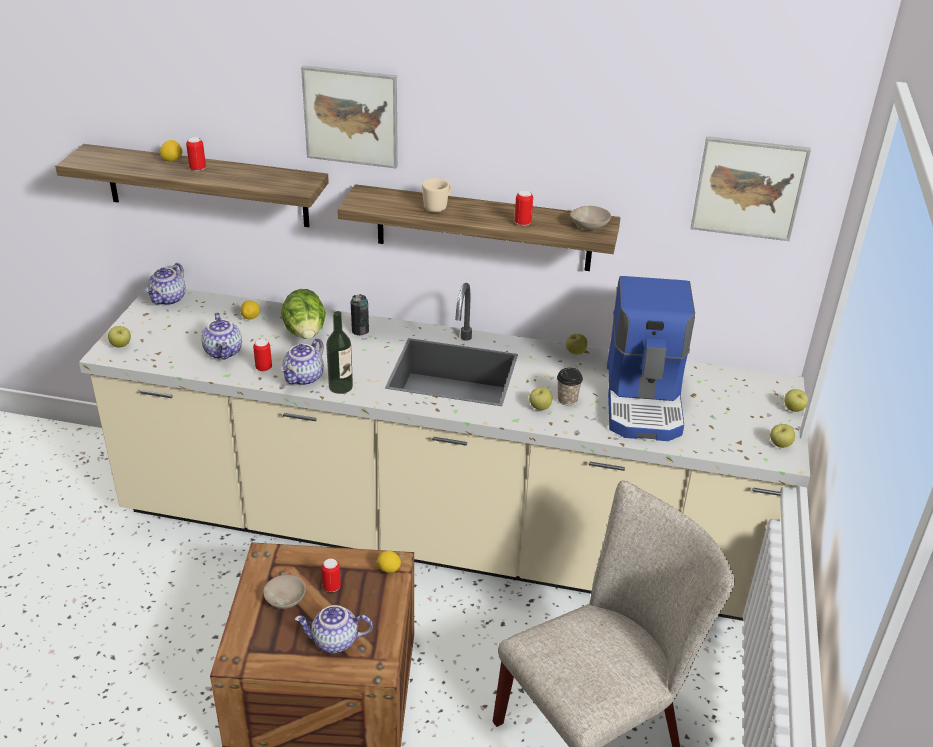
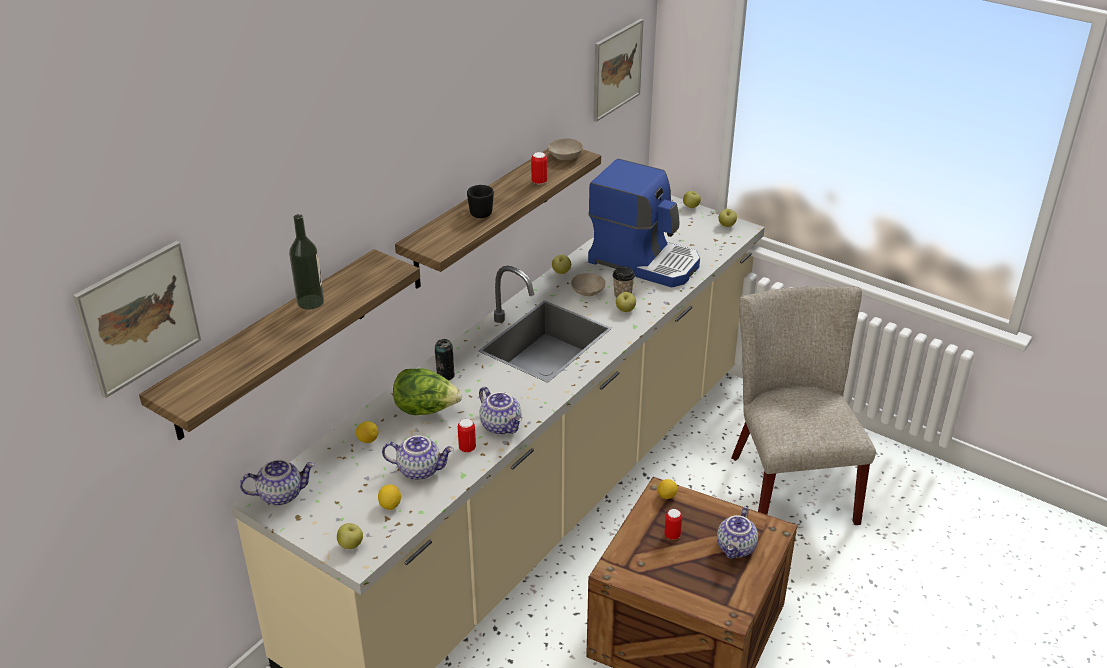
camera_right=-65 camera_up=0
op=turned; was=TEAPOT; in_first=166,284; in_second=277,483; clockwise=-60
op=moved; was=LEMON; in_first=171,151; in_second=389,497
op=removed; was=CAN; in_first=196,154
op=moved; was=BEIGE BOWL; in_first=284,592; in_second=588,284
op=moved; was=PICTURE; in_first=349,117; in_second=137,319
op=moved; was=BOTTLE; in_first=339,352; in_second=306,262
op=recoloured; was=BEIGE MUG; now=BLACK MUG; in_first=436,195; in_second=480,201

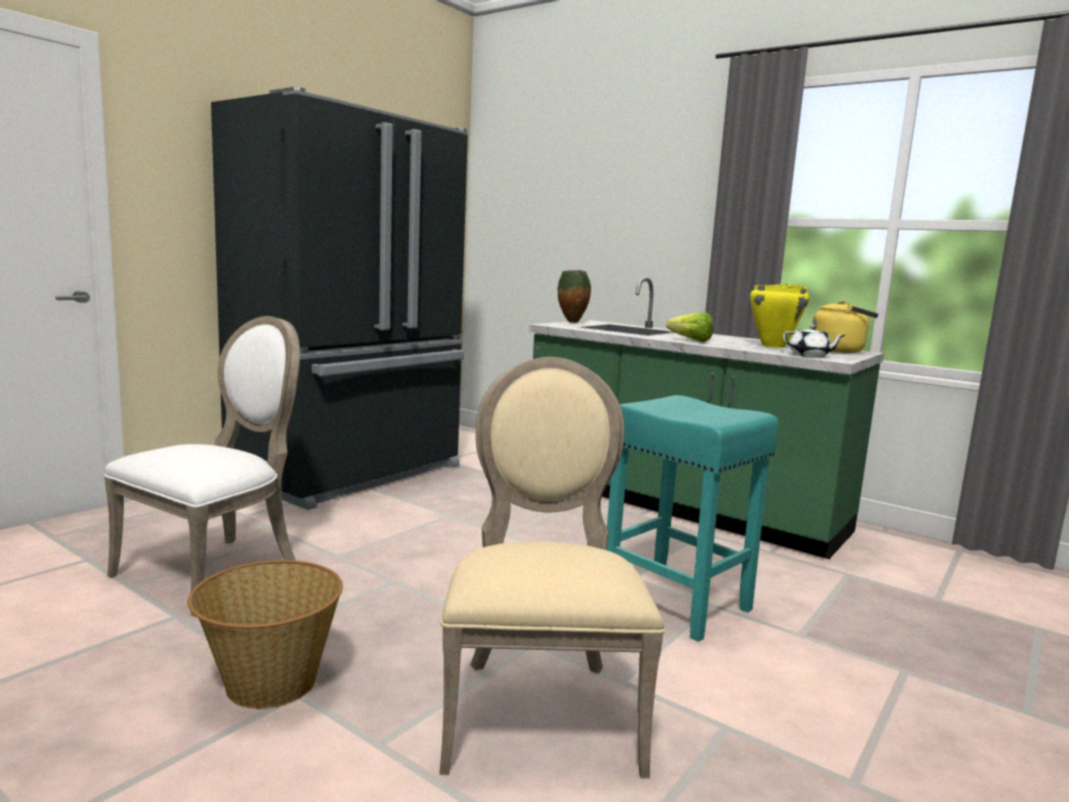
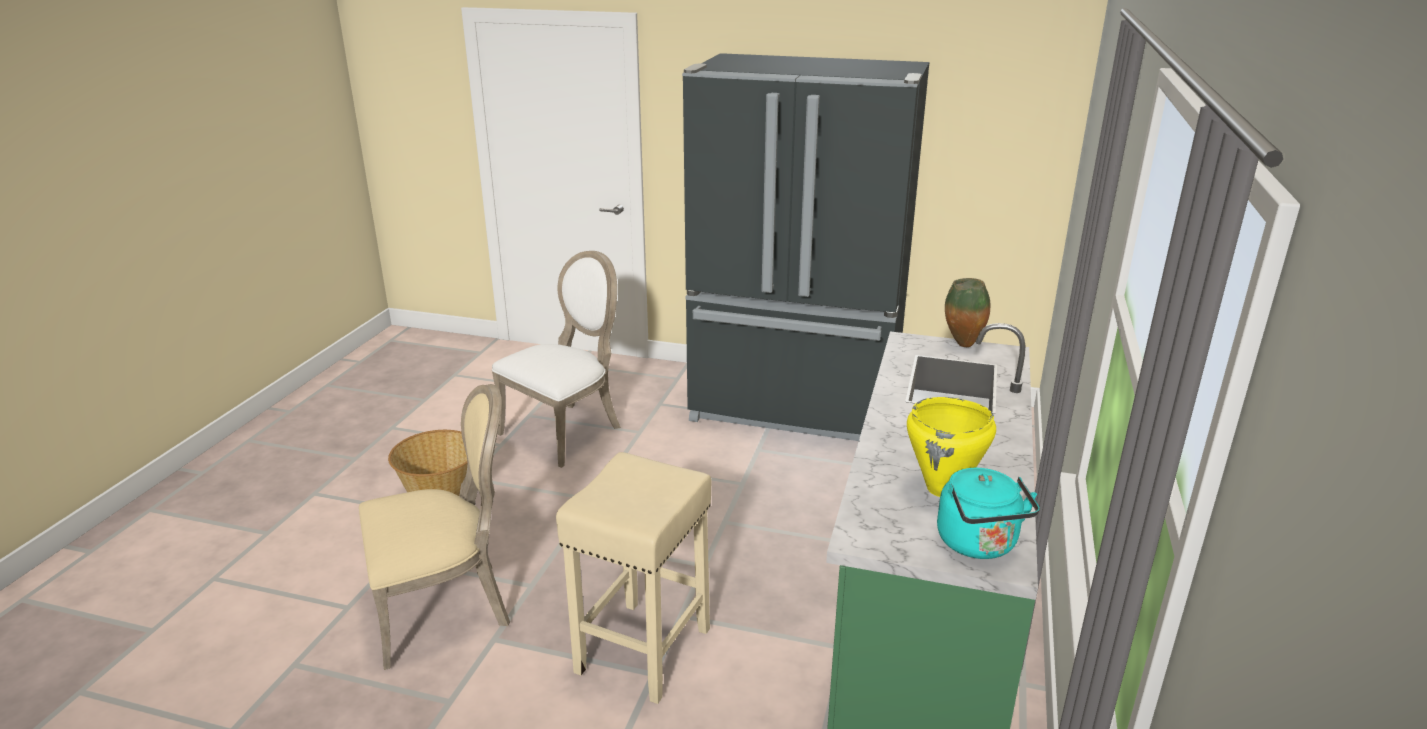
camera_right=70 camera_up=15
op=turned; was=WHITE CHAIR; in_first=202,466; in_second=556,359; clockwise=-60
op=recoloured; was=TURQUOISE STOOL; now=BEIGE STOOL; in_first=692,518; in_second=634,578
op=removed; was=LETTUCE; in_first=689,327
op=removed; was=WHITE TEAPOT; in_first=814,341
op=recoloured; was=YELLOW KETTLE; now=TURQUOISE KETTLE; in_first=845,326; in_second=988,513

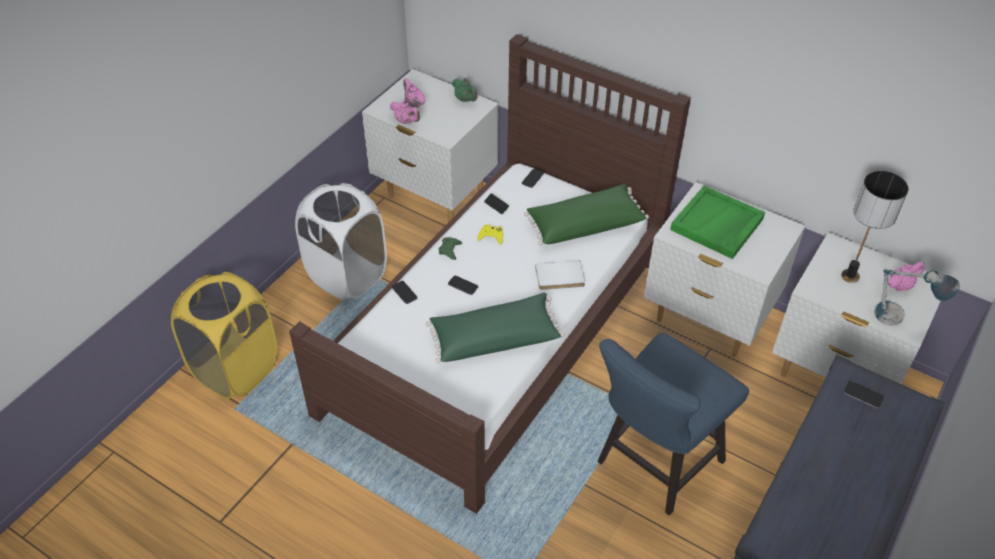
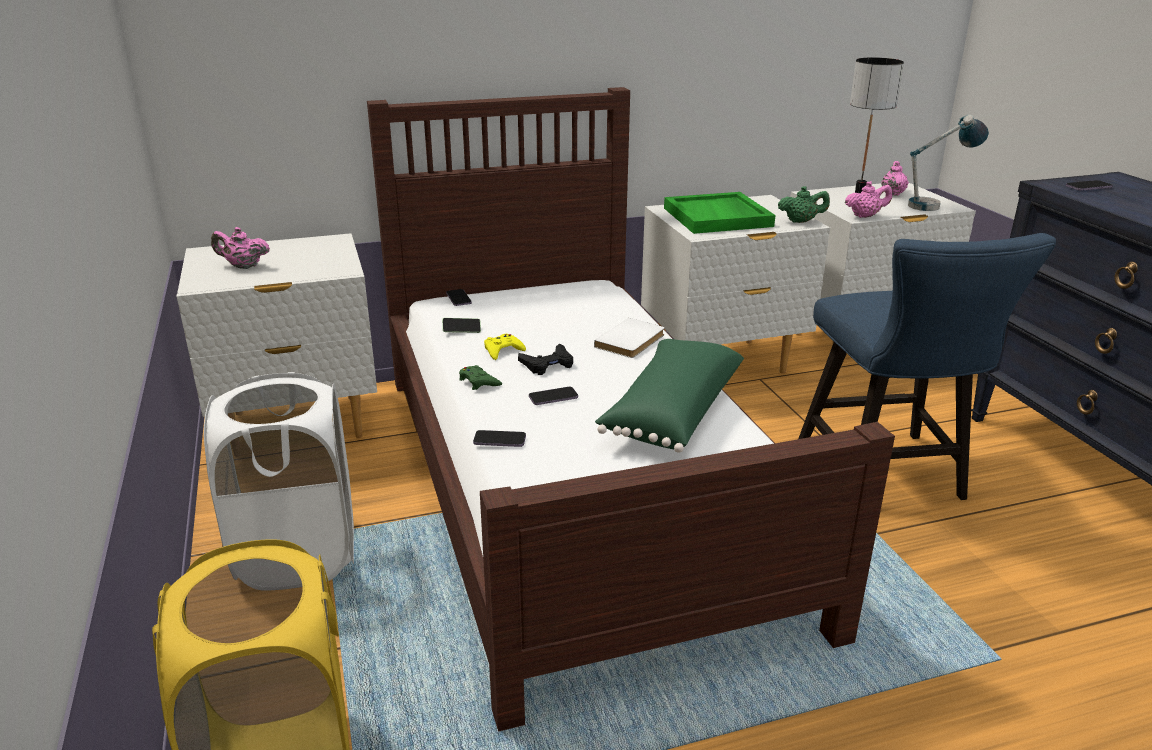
camera_right=-50 camera_up=-20
op=moved; was=PINK TEAPOT; in_first=405,111; in_second=868,199
op=moved; was=GREEN TEAPOT; in_first=464,90; in_second=804,204
op=removed; was=GREEN PILLOW; in_first=586,214
op=added; now=BLACK GAME CONTROLLER; in_second=545,359

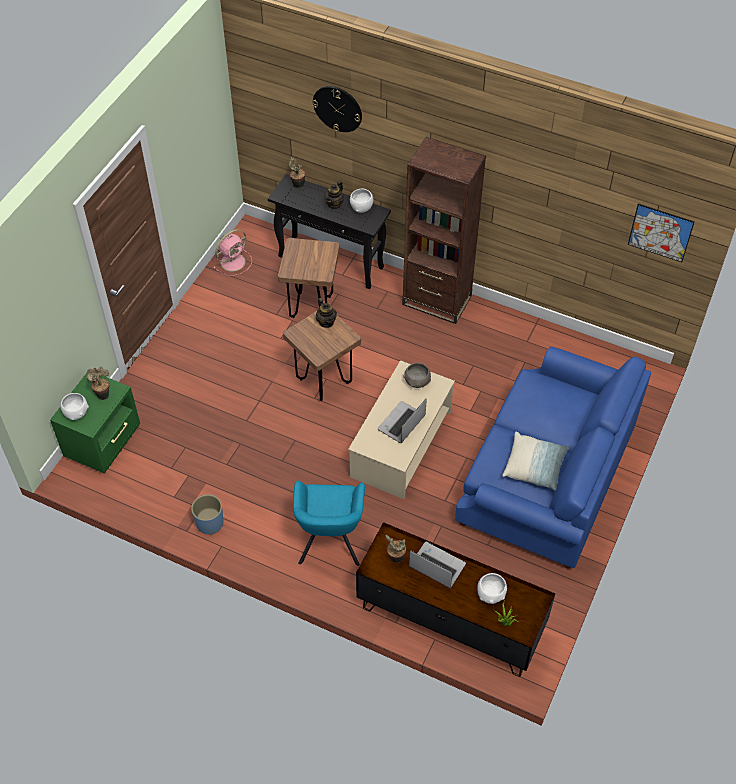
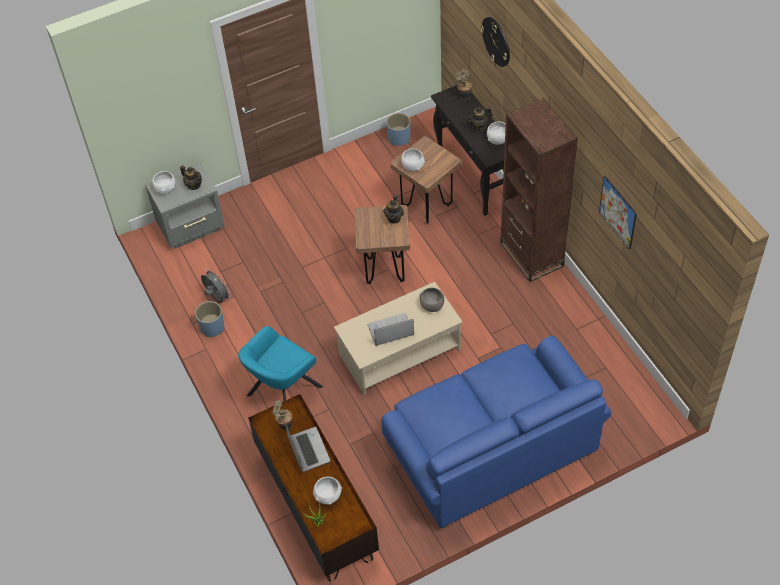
camera_right=40 camera_up=0
op=recoloured; was=GREEN NIGHTSTAND; now=GREY NIGHTSTAND; in_first=95,423; in_second=185,205
op=replaced; was=POTTED PLANT; now=TEAPOT; in_first=97,383; in_second=191,177
op=replaced; was=PINK FAN; now=BLUE PLANTER; in_first=232,252; in_second=398,129
op=removed; was=PILLOW; in_first=536,461
op=moved; was=PICTURE; in_first=661,233; in_second=618,213
op=added; now=GREY FAN; in_second=216,286
op=added; now=WHITE BOWL; in_second=413,160

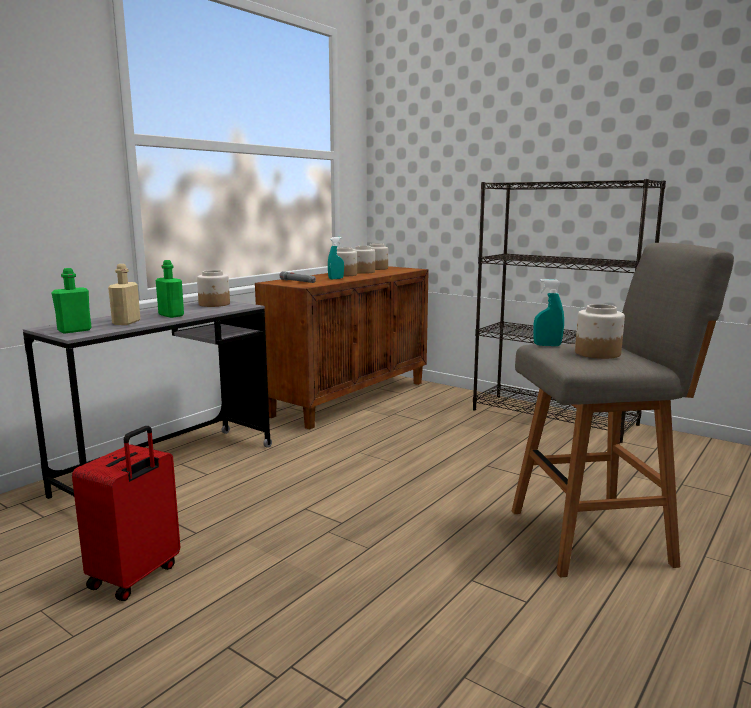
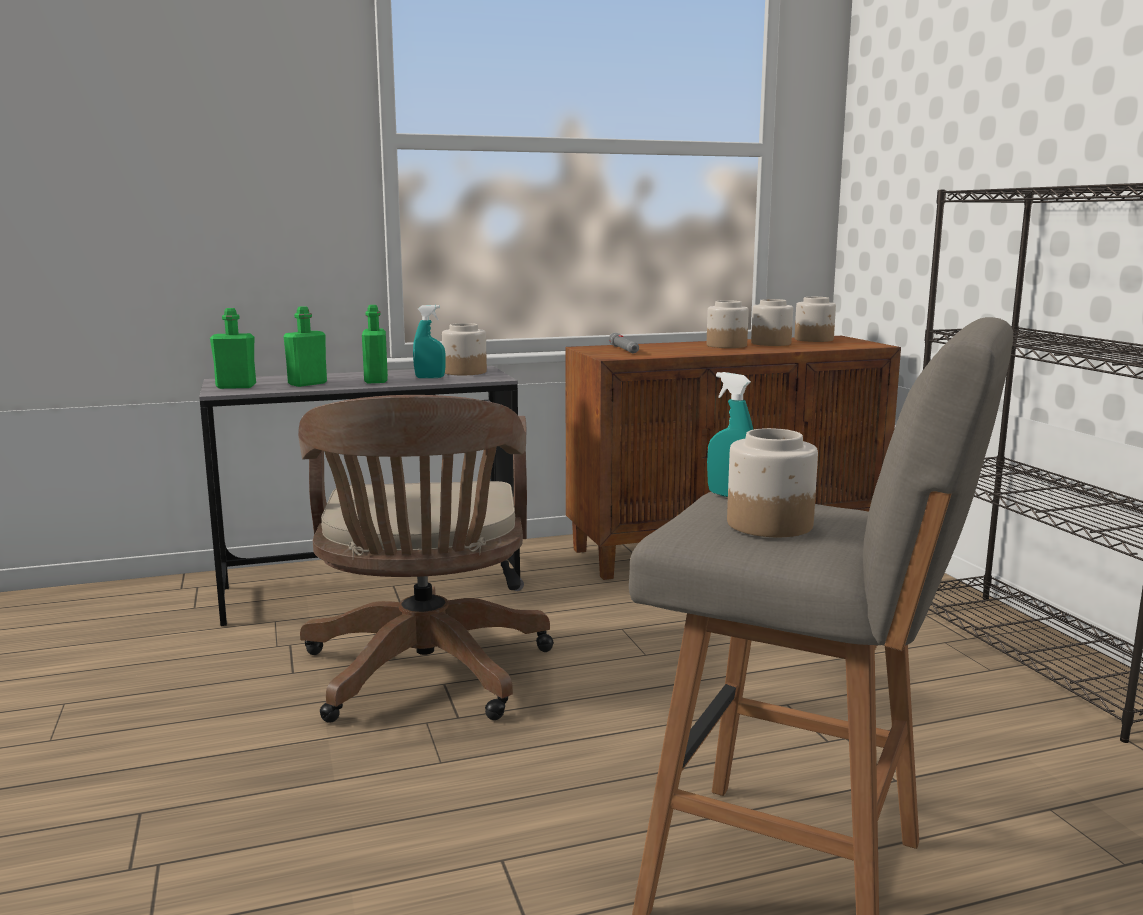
camera_right=35 camera_up=0
op=removed; was=RED SUITCASE; in_first=126,513
op=recoloured; was=BEIGE BOTTLE; now=GREEN BOTTLE; in_first=124,294; in_second=305,346
op=moved; was=TURQUOISE SPRAY BOTTLE; in_first=336,258; in_second=429,341
op=added; now=BROWN OFFICE CHAIR; in_second=426,559

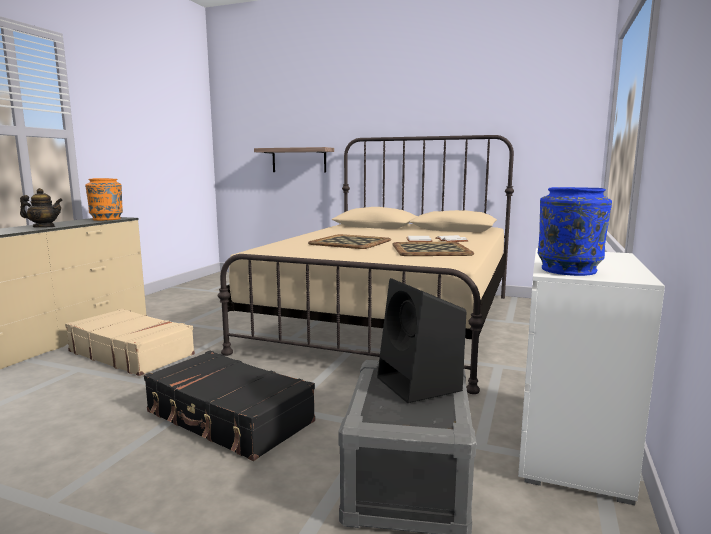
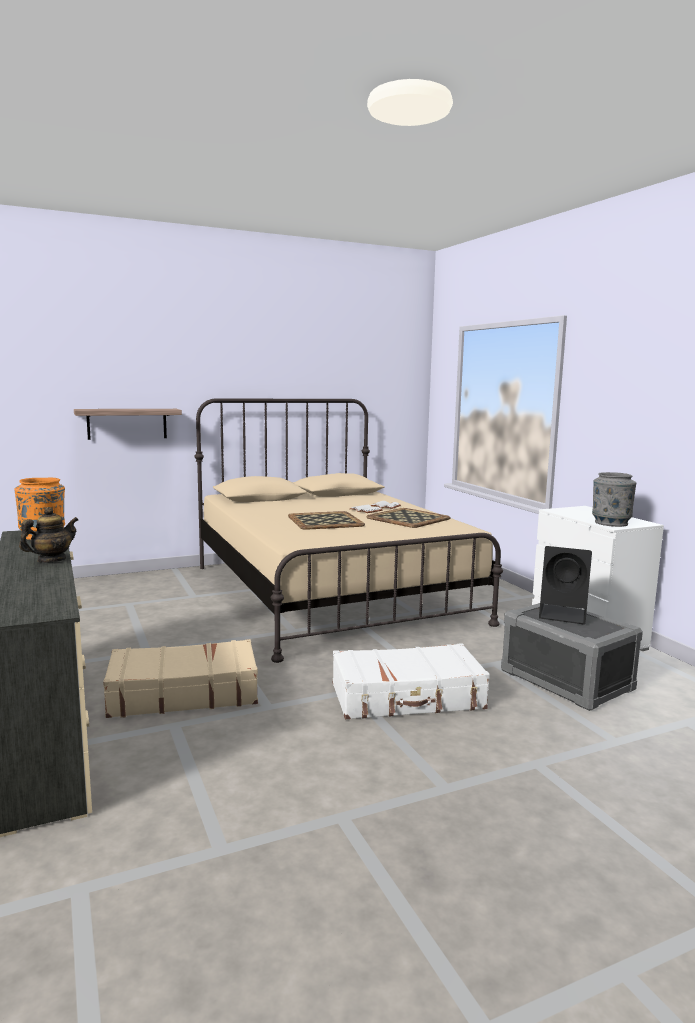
camera_right=-45 camera_up=0
op=recoloured; was=BLACK SUITCASE; now=WHITE SUITCASE; in_first=229,406; in_second=411,681
op=recoloured; was=BLUE VASE; now=GREY VASE; in_first=575,231; in_second=614,499

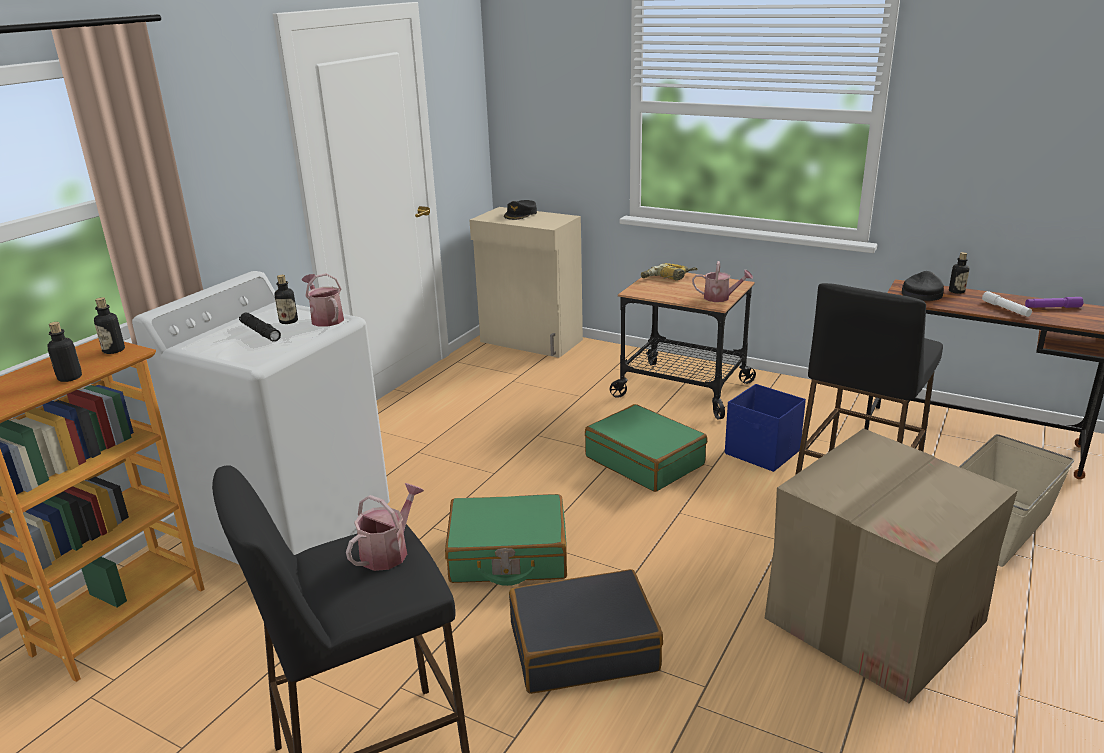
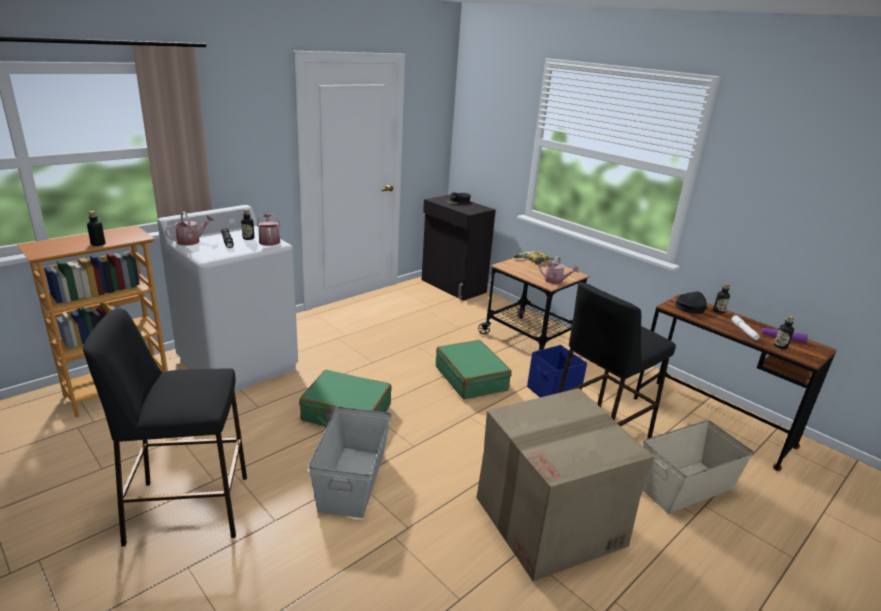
camera_right=15 camera_up=0
op=moved; was=BOTTLE; in_first=109,325; in_second=784,332
op=moved; was=WATERING CAN; in_first=385,527; in_second=189,229
op=recoloured; was=BEIGE CABINET; now=BLACK CABINET; in_first=526,282; in_second=459,248
op=replaced; was=BLACK SUITCASE; now=GREY STORAGE BOX; in_first=586,631; in_second=349,462

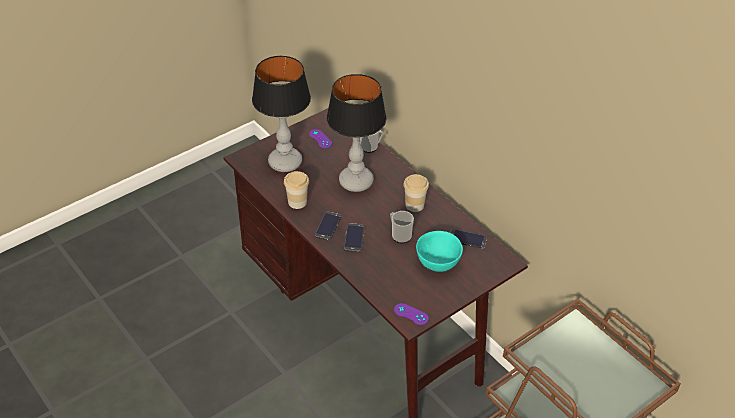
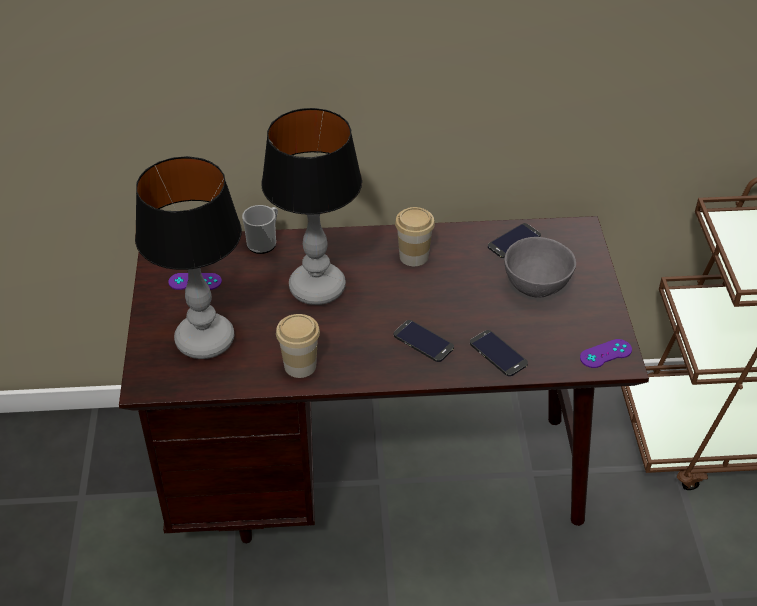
camera_right=-55 camera_up=0
op=moved; was=PHONE; in_first=328,226; in_second=499,353
op=removed; was=MUG; in_first=402,227
op=recoloured; was=TURQUOISE BOWL; now=GREY BOWL; in_first=439,251; in_second=540,267

